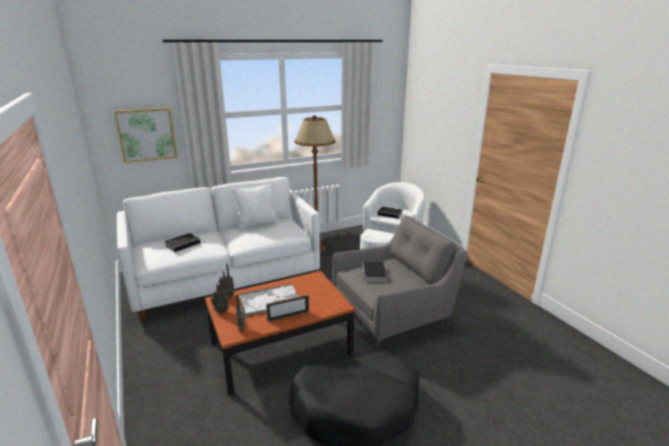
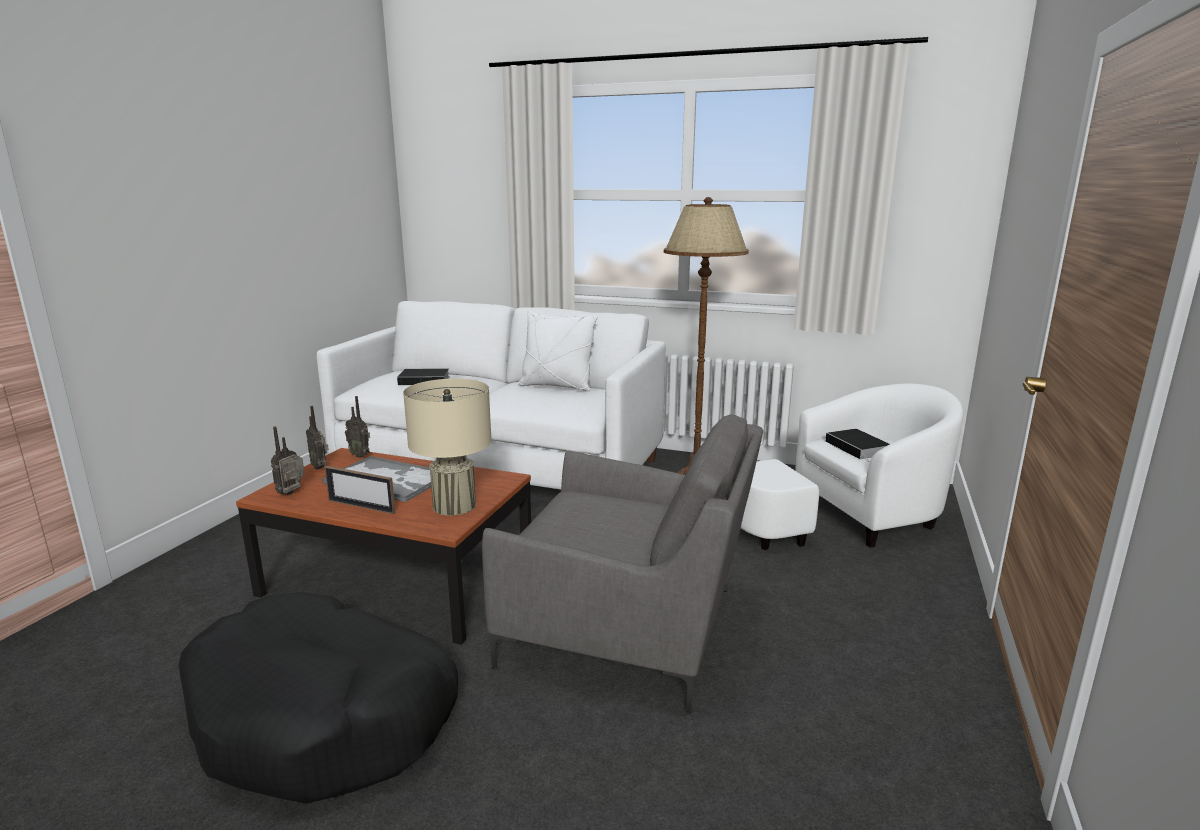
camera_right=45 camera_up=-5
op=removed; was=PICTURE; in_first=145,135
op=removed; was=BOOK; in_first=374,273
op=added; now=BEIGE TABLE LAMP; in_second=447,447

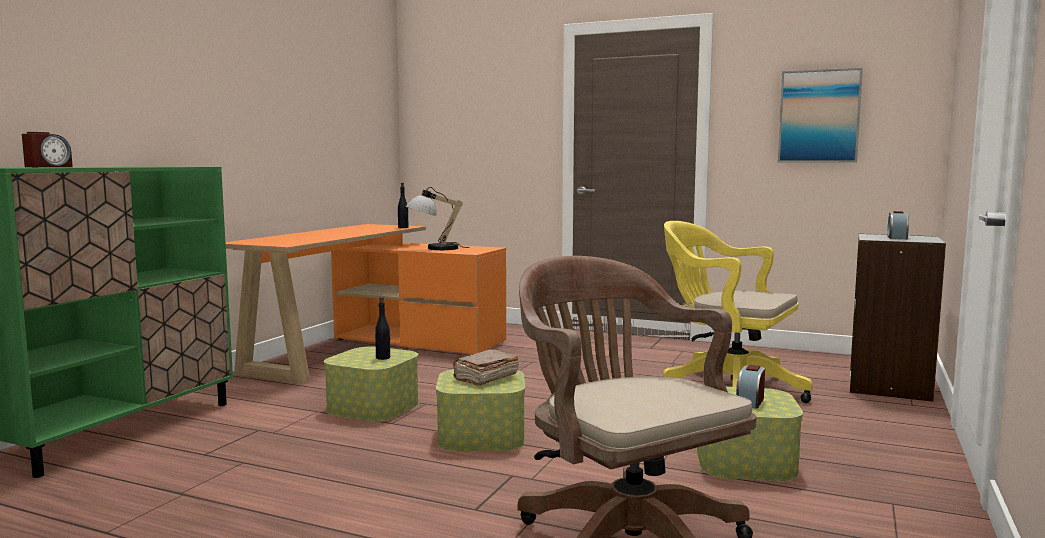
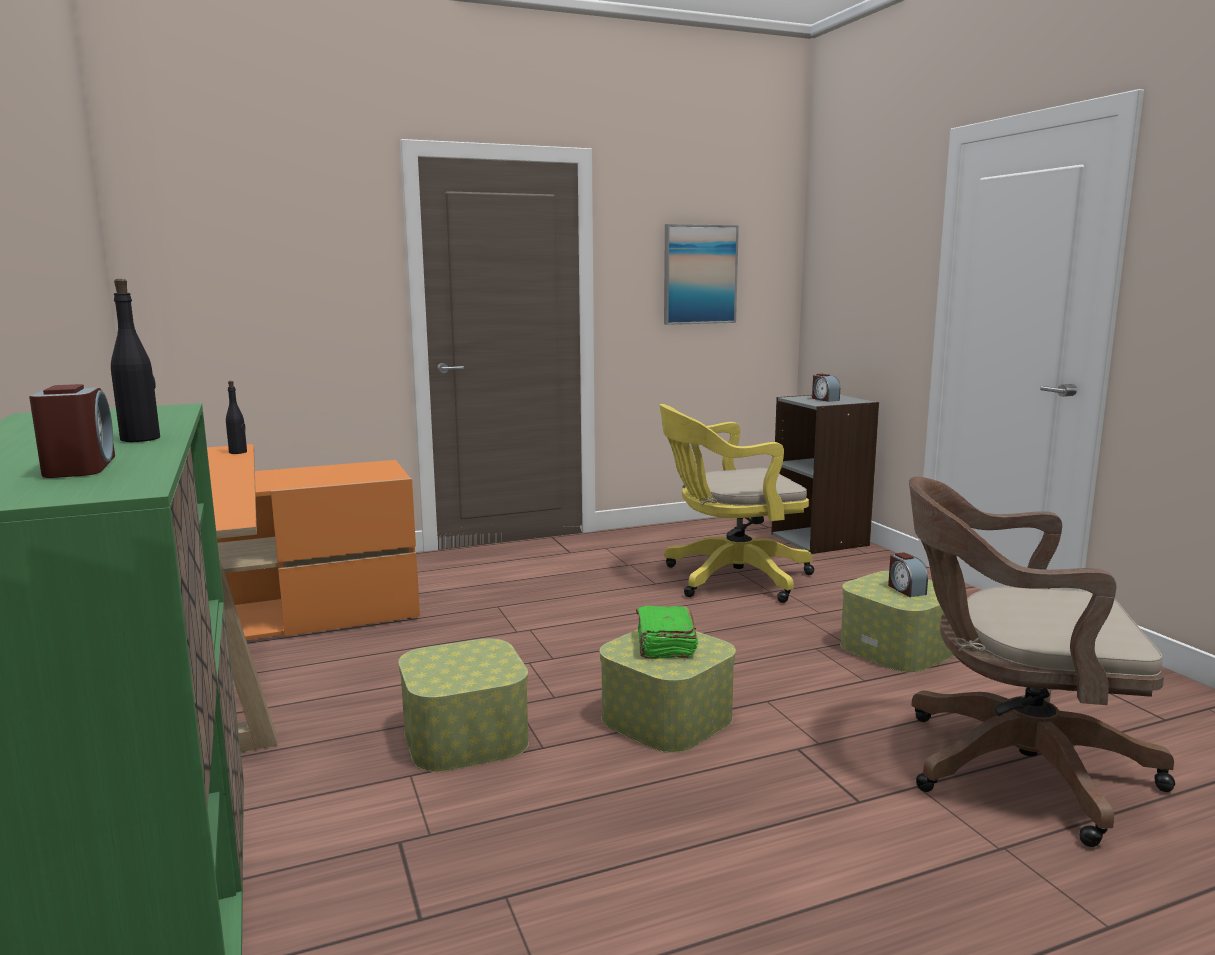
camera_right=-45 camera_up=5
op=moved; was=BLACK BOTTLE; in_first=383,328; in_second=135,360
op=removed; was=TABLE LAMP; in_first=437,218
op=recoloured; was=BROWN BOOK; now=GREEN BOOK; in_first=486,367; in_second=667,632

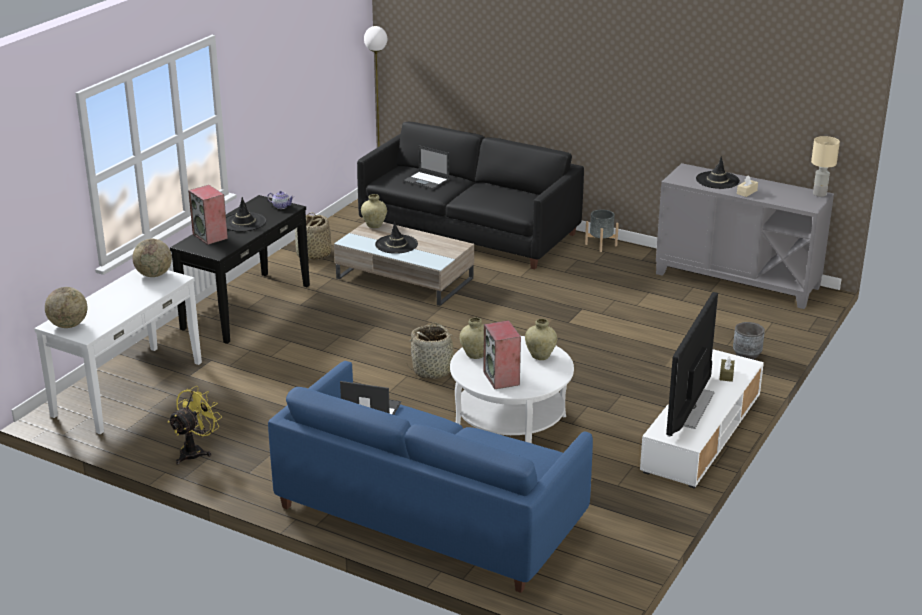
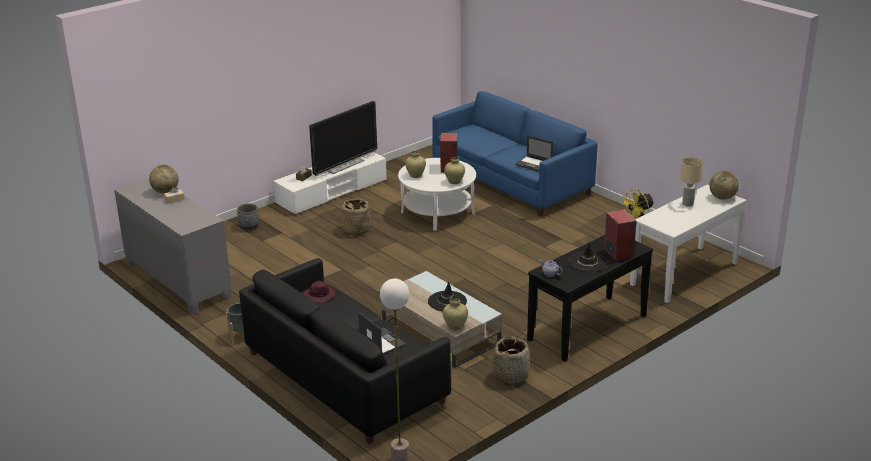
camera_right=-160 camera_up=0
op=moved; was=GLOBE; in_first=152,258; in_second=164,179
op=moved; was=BASKET; in_first=430,350; in_second=354,217
op=removed; was=BLACK HAT; in_first=718,172
op=moved; was=BEIGE TABLE LAMP; in_first=825,166; in_second=691,182
op=added; now=PURPLE HAT; in_second=319,292

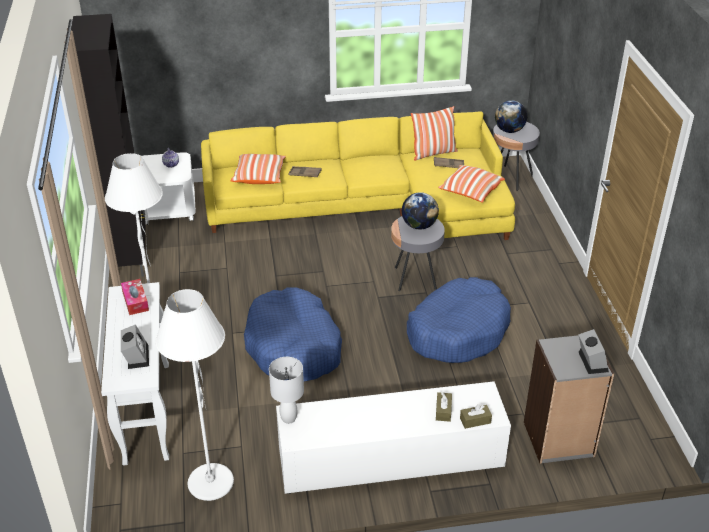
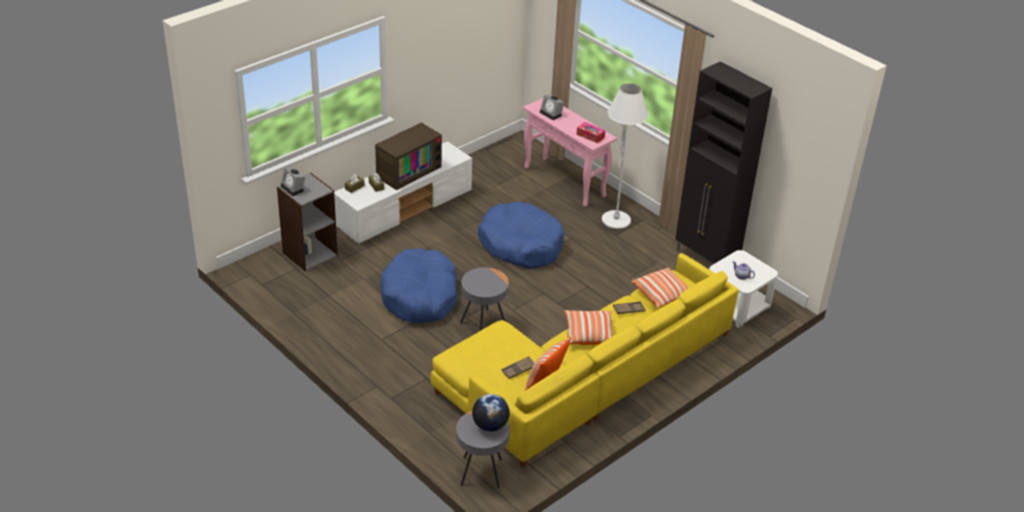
camera_right=145 camera_up=0
op=recoloured; was=WHITE CONSOLE TABLE; now=PINK CONSOLE TABLE; in_first=135,373; in_second=570,152
op=removed; was=WHITE FLOOR LAMP; in_first=194,395
op=removed; was=WHITE TABLE LAMP; in_first=286,390
op=removed; was=GLOBE; in_first=420,211
op=moved; was=PILLOW; in_first=471,184; in_second=588,327
op=added; now=TELEVISION; in_second=408,156

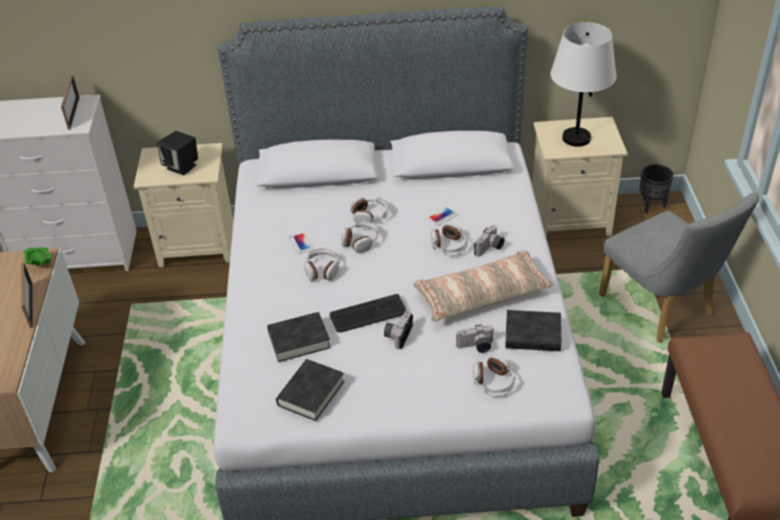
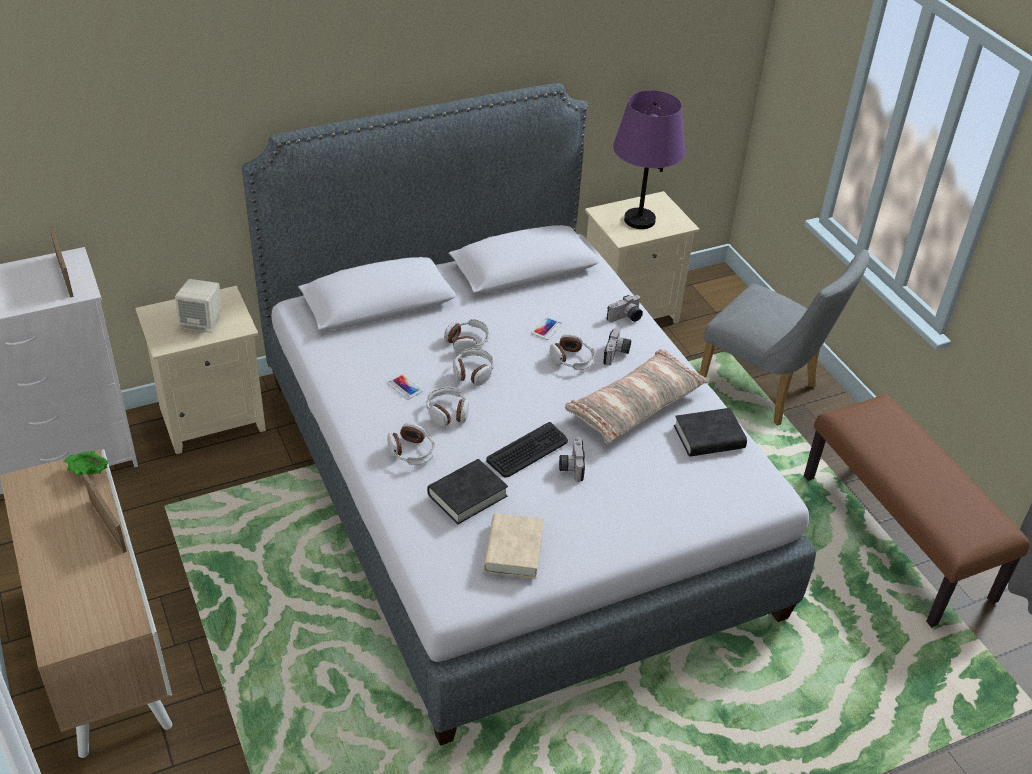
camera_right=-25 camera_up=0
op=recoloured; was=BLACK SPEAKER; now=BEIGE SPEAKER; in_first=177,153; in_second=198,306
op=recoloured; was=BLACK BOOK; now=BEIGE BOOK; in_first=310,390; in_second=514,546
op=moved; was=PHOTO CAMERA; in_first=475,338; in_second=625,308
op=moved; was=HEADPHONES; in_first=494,376; in_second=411,444
op=recoloured; was=WHITE TABLE LAMP; now=PURPLE TABLE LAMP; in_first=583,84; in_second=649,159
op=removed; was=BLACK PLANTER; in_first=657,189

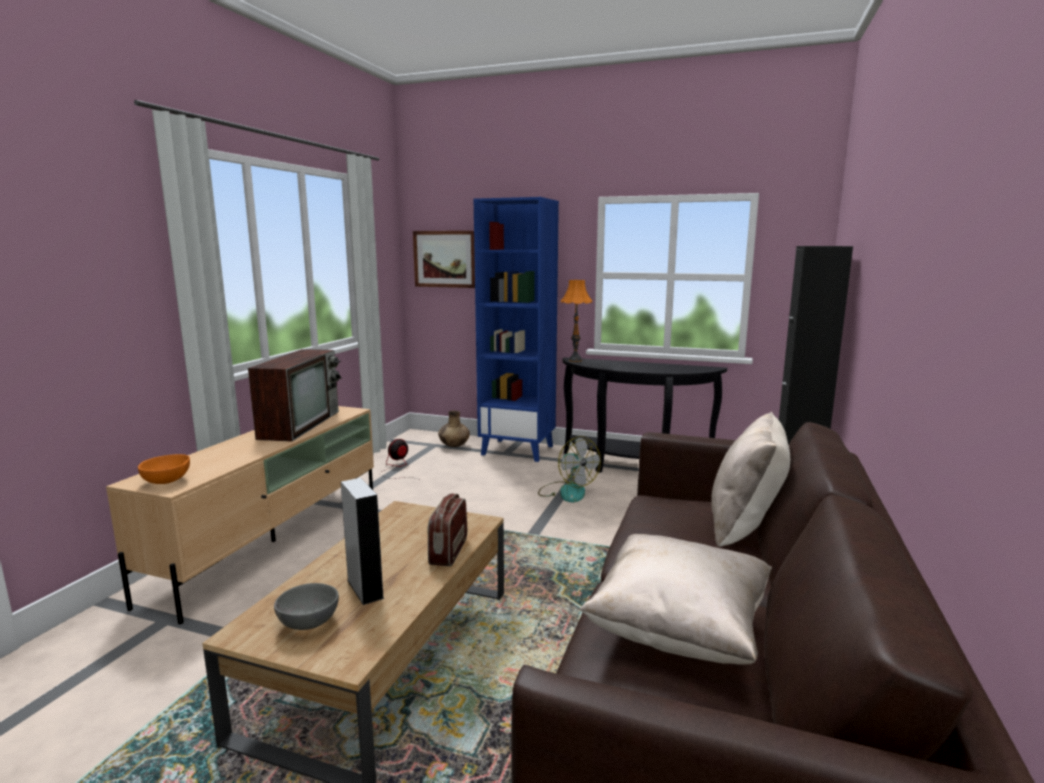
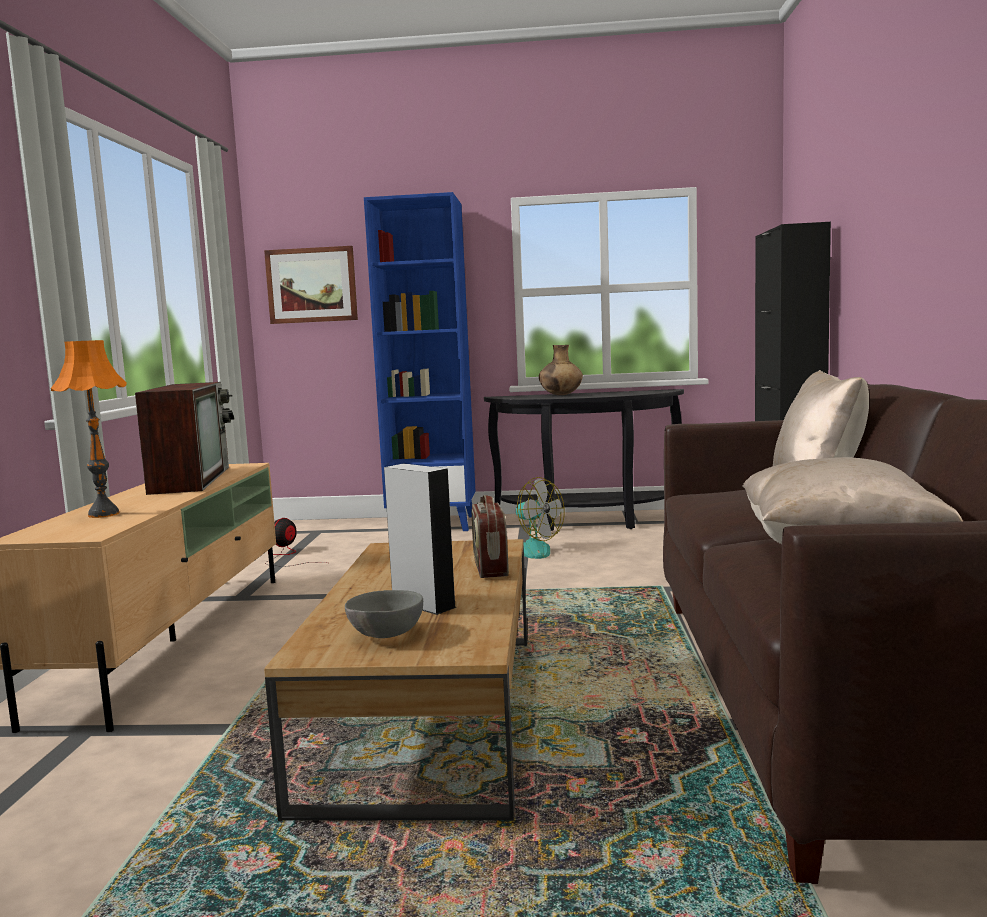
camera_right=-15 camera_up=-5
op=removed; was=ORANGE BOWL; in_first=164,469
op=moved; was=BROWN VASE; in_first=454,429; in_second=561,370
op=moved; was=ORANGE TABLE LAMP; in_first=576,321; in_second=89,429

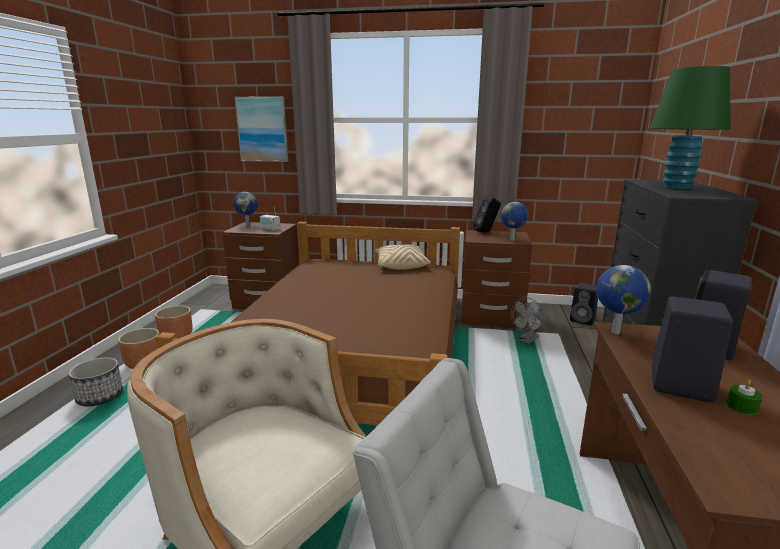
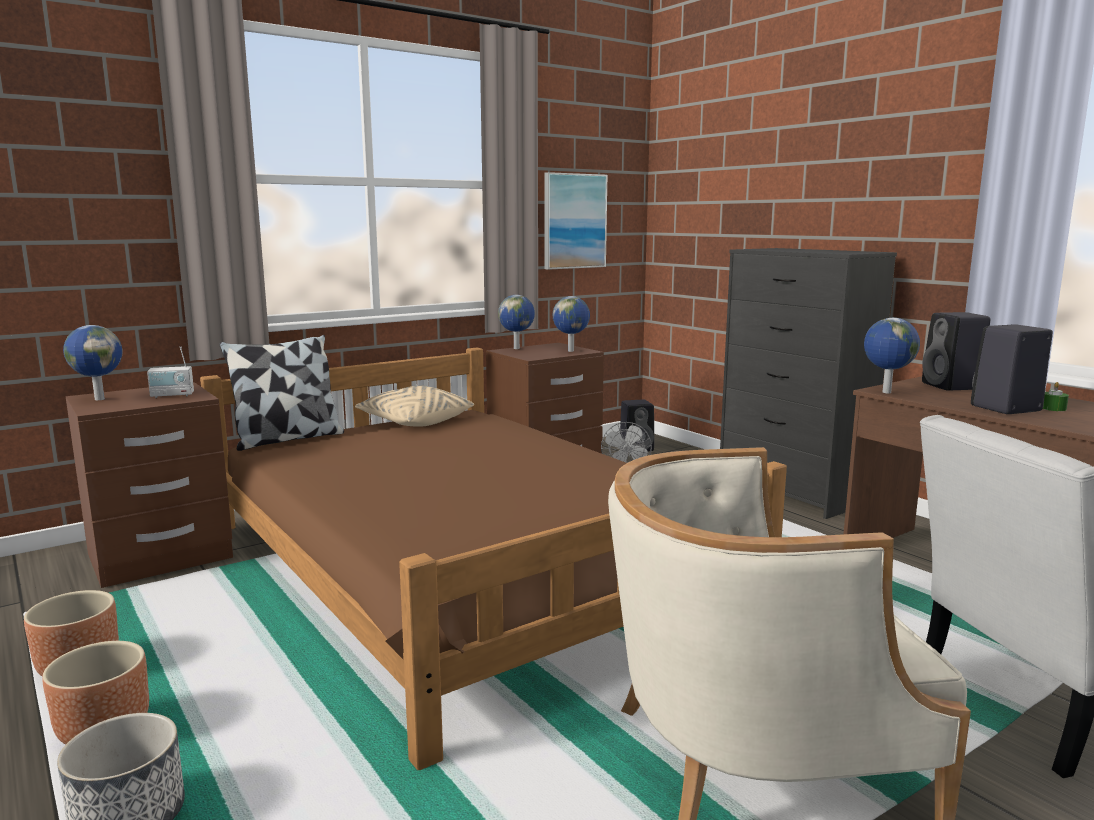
camera_right=-45 camera_up=-5
op=moved; was=PICTURE; in_first=262,129; in_second=575,221
op=replaced; was=BLACK SPEAKER; now=GLOBE; in_first=487,214; in_second=516,322
op=removed; was=GREEN TABLE LAMP; in_first=690,127
op=added; now=PILLOW; in_second=281,393

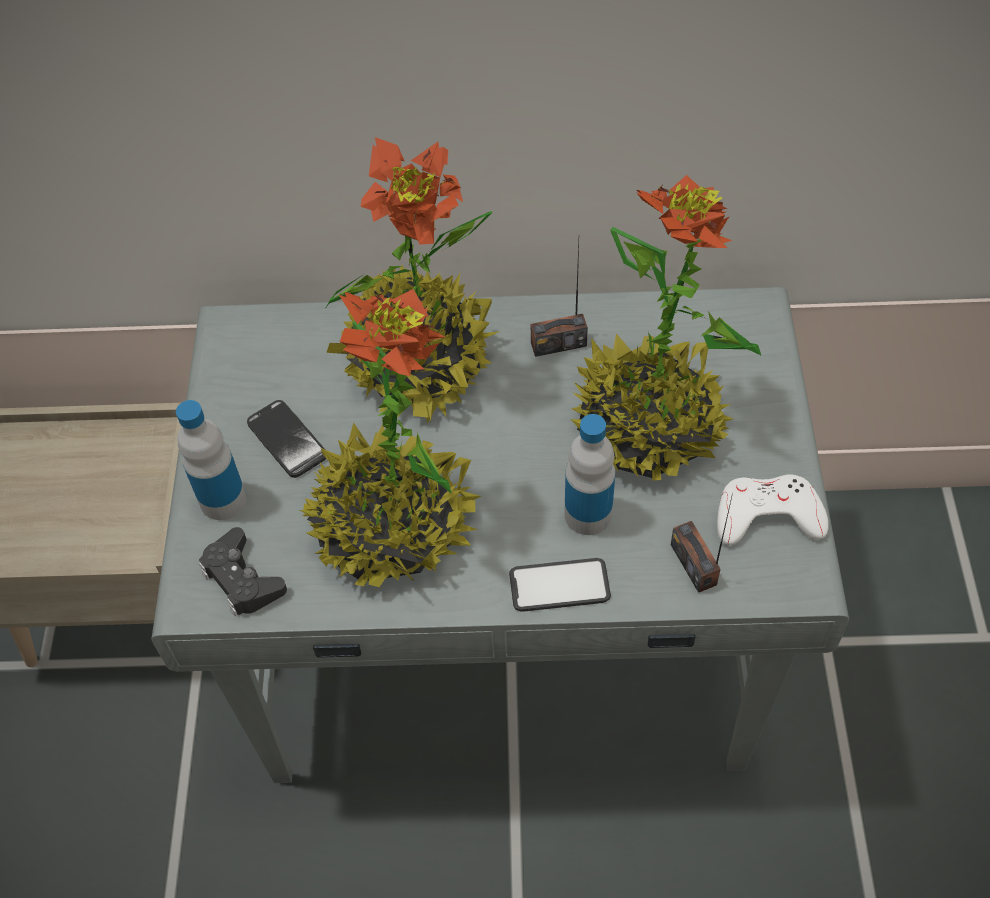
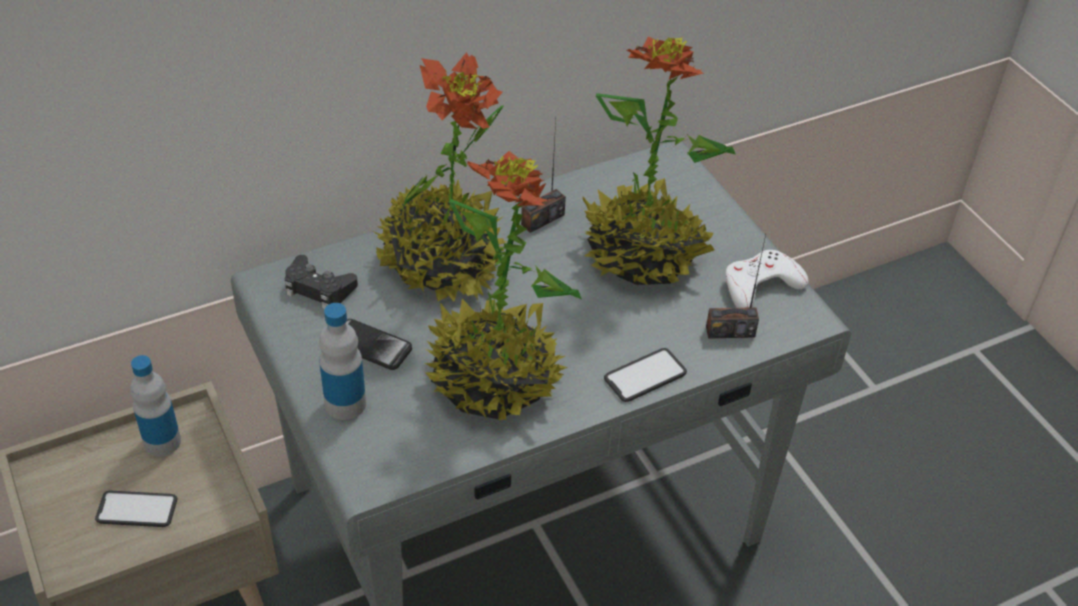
camera_right=-30 camera_up=-10
op=moved; was=BLACK GAME CONTROLLER; in_first=243,571; in_second=321,282
op=moved; was=BOTTLE; in_first=589,474; in_second=155,406
op=turned; was=RADIO; in_first=702,543; in_second=736,287; clockwise=-45
op=added; now=PHONE; in_second=136,509

